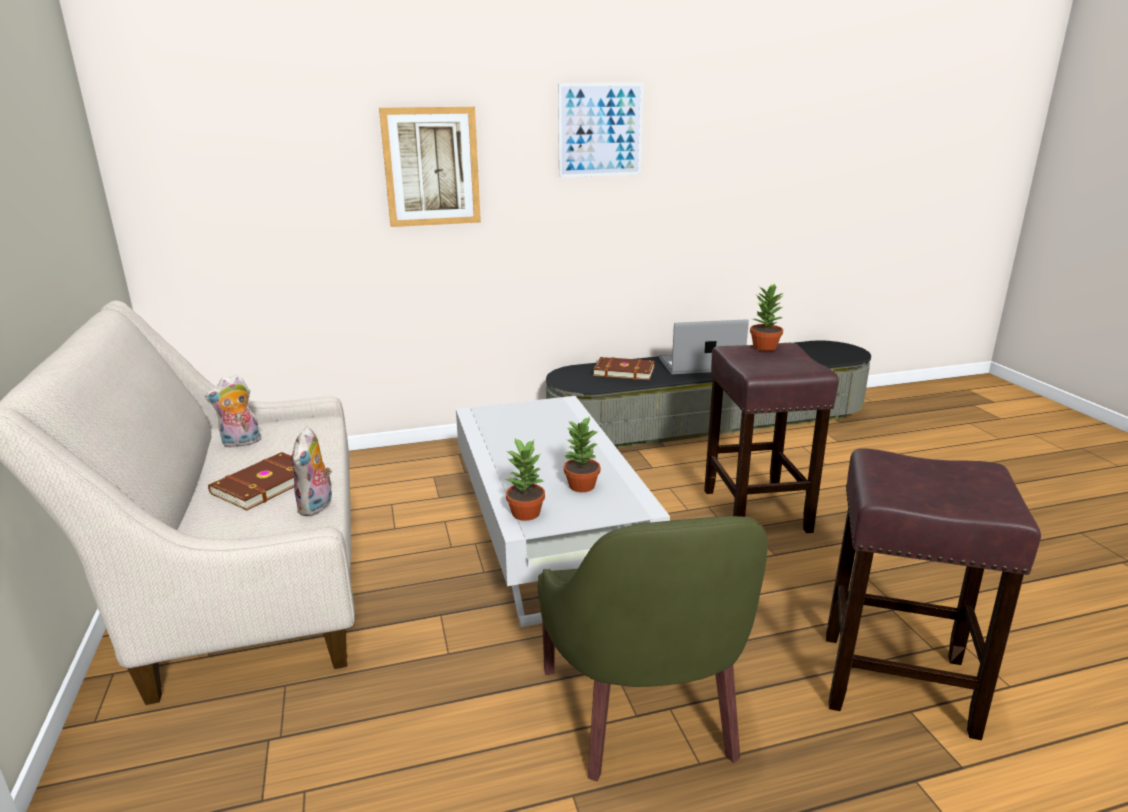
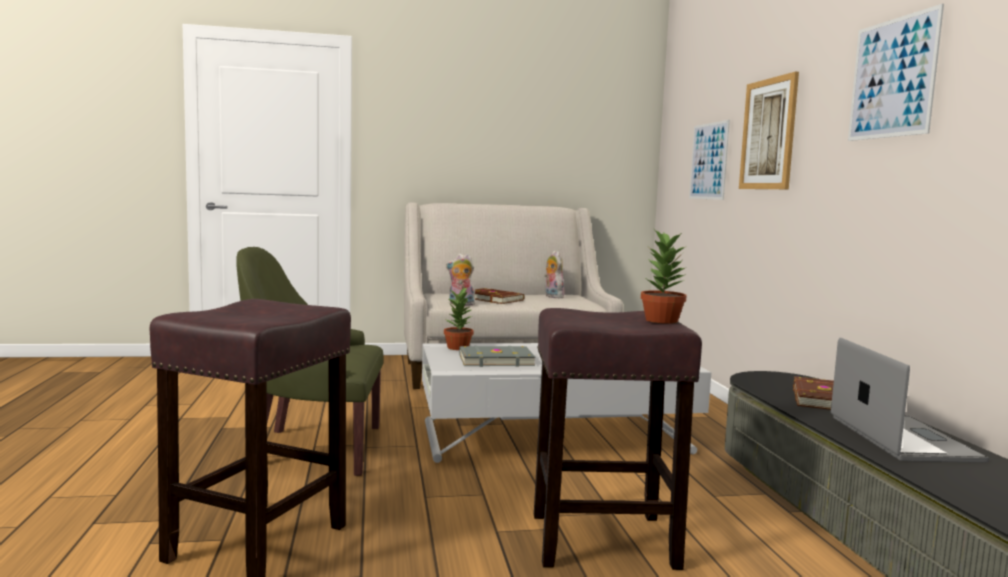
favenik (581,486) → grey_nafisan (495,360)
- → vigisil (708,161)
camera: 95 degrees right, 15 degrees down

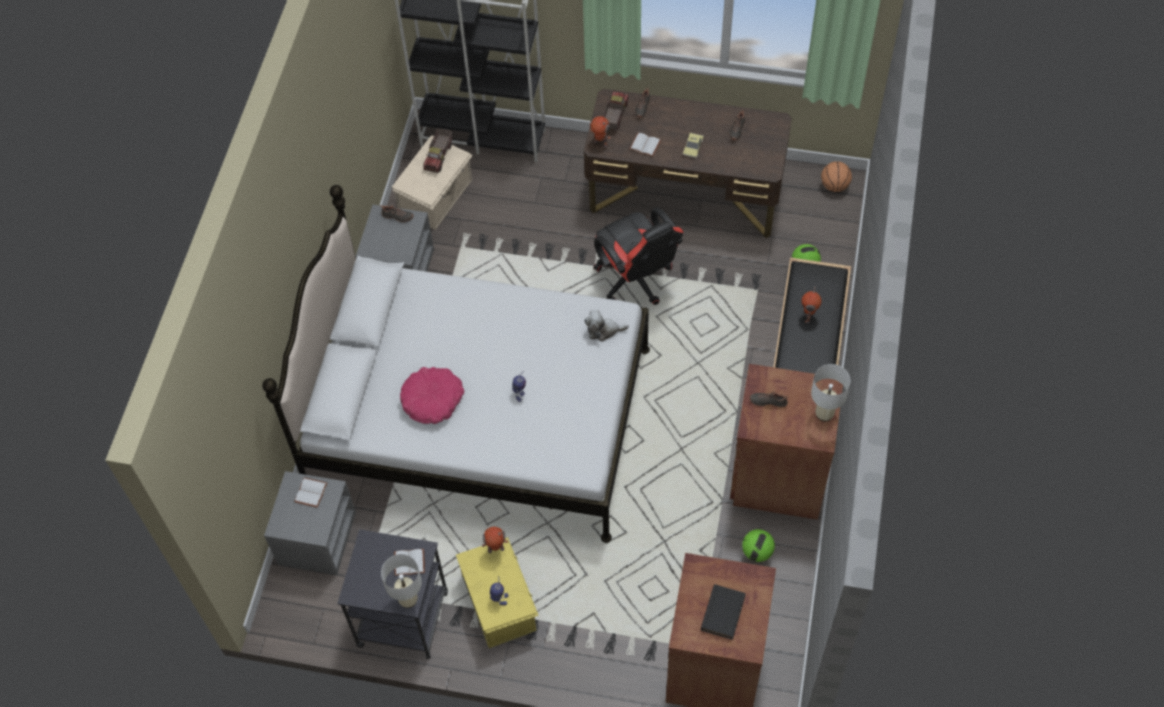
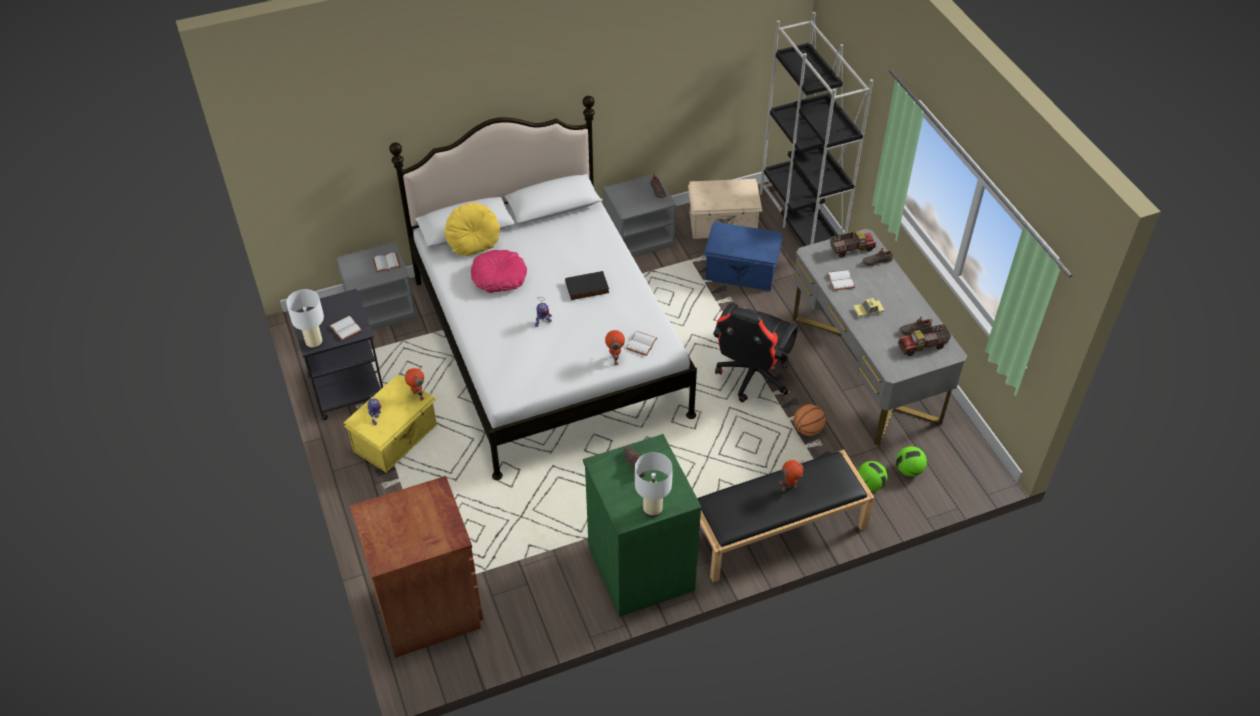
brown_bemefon (685,196) → grey_bemefon (864,369)
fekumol (600,143) → fekumol (615,359), move
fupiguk (439,156) → fupiguk (923,346), move
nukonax (834,186) → nukonax (808,429), move
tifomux (603,330) → white_nafisan (642,344)
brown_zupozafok (779,478) → green_zupozafok (639,568)
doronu (757,552) → doronu (908,470), move
black_nafisan (724,614) → black_nafisan (587,288), move
- → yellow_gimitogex (474,247)
- → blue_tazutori (741,272)
camera: 55 degrees right, 10 degrees down

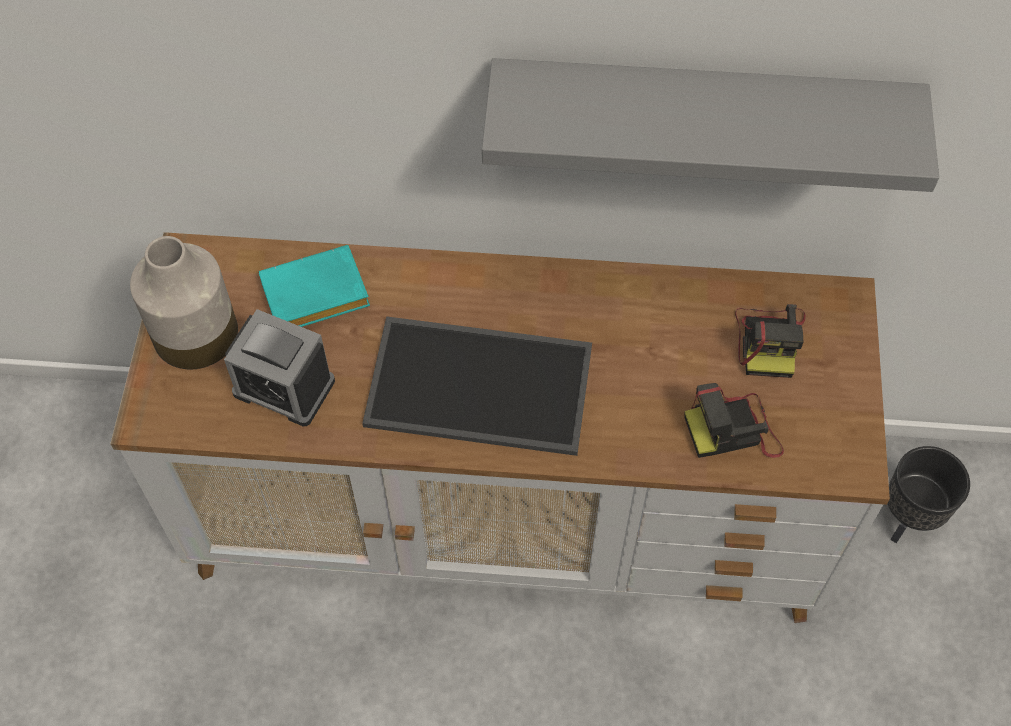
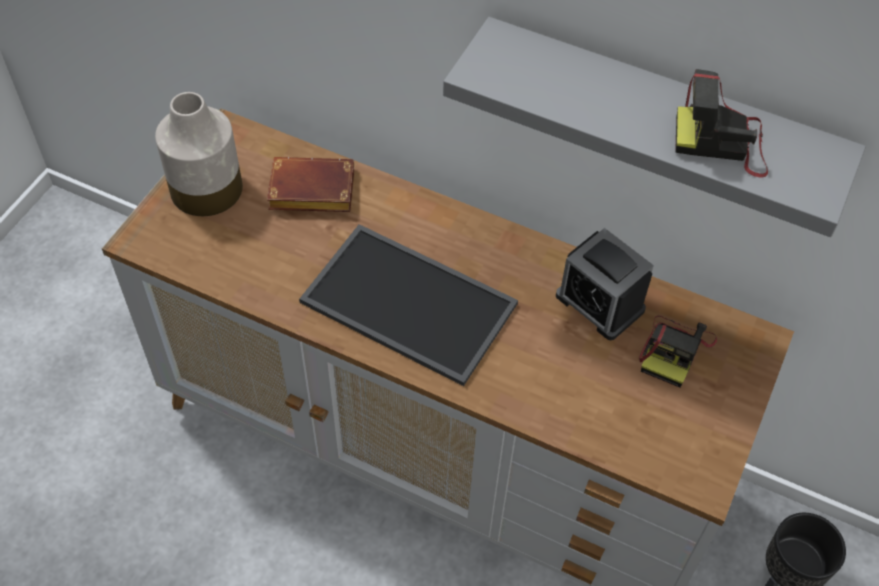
turquoise_nafisan (313,298) → brown_nafisan (309,192)
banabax (284,387) → banabax (600,303), move
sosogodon (733,430) → sosogodon (722,142), move
camera: 20 degrees right, 5 degrees down

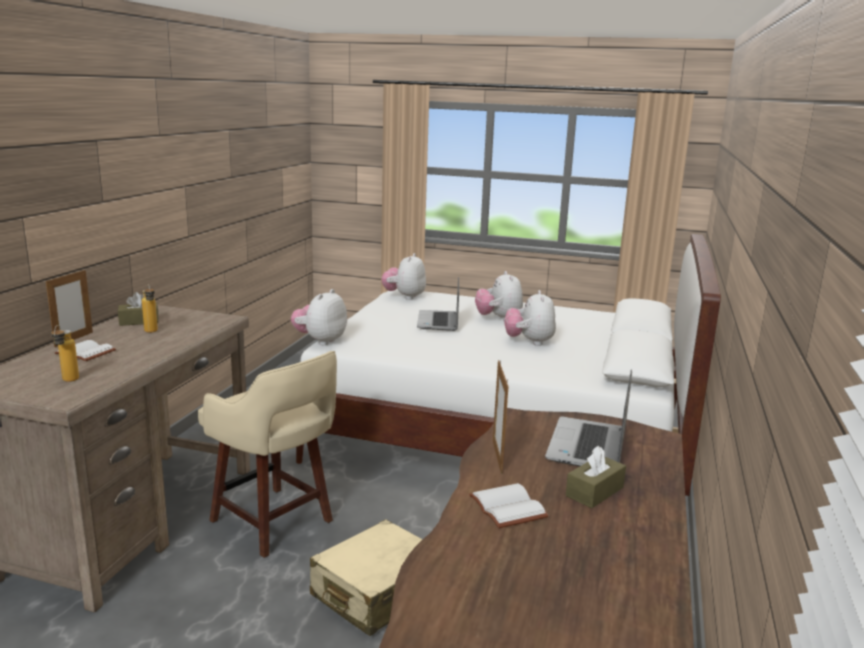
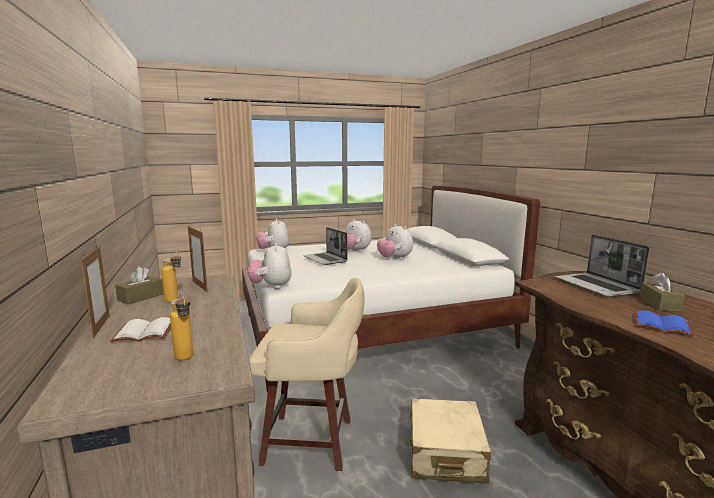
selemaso (497,457) → selemaso (200,286), move
white_nafisan (505,507) → blue_nafisan (660,325)
camera: 35 degrees left, 5 degrees down

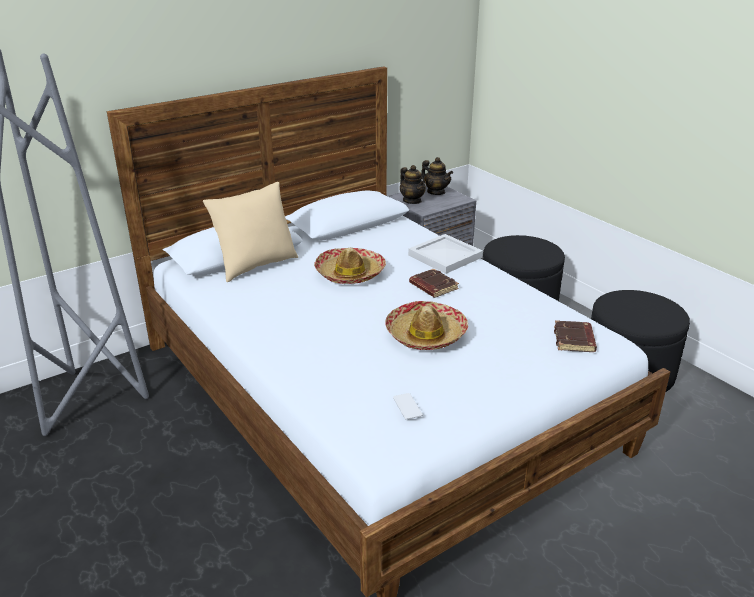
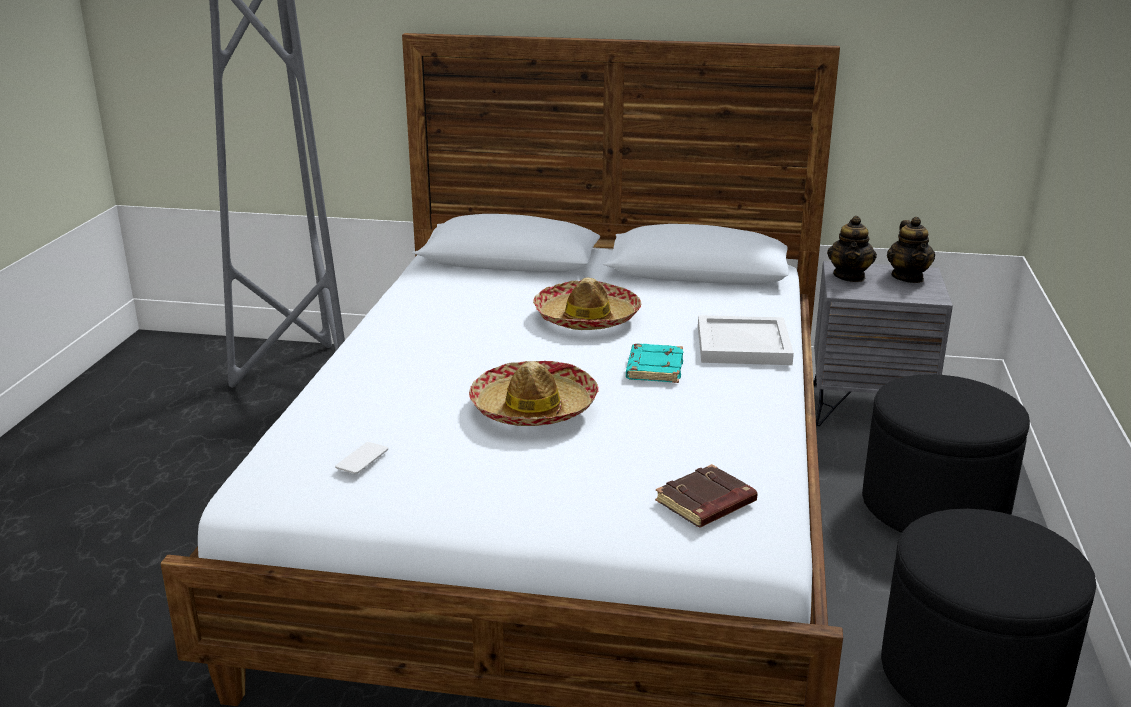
beige_gimitogex (255,265) → -
brown_nafisan (432,286) → turquoise_nafisan (653,368)
camera: 45 degrees right, 5 degrees down

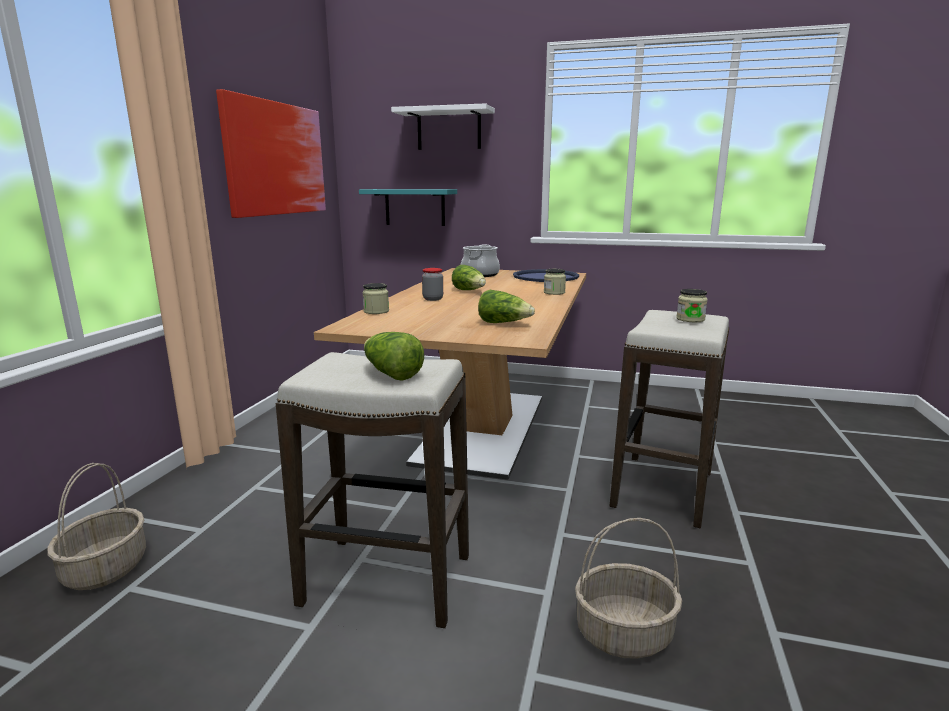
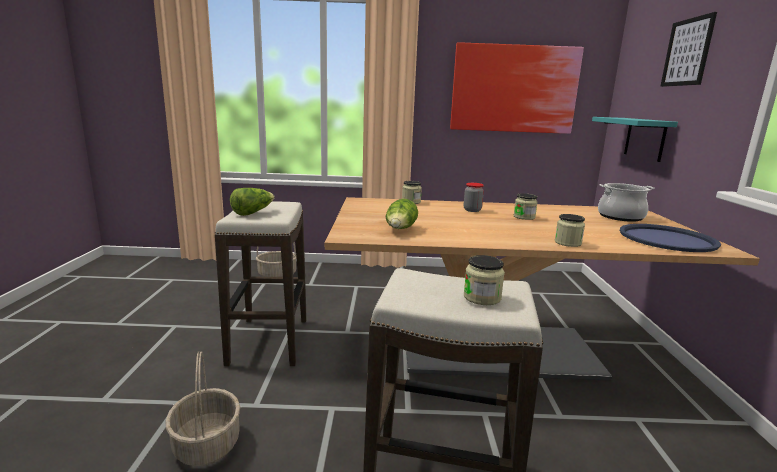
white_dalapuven (449,129) → vigisil (687,52)
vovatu (469,291) → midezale (524,217)
camera: 75 degrees right, 0 degrees up

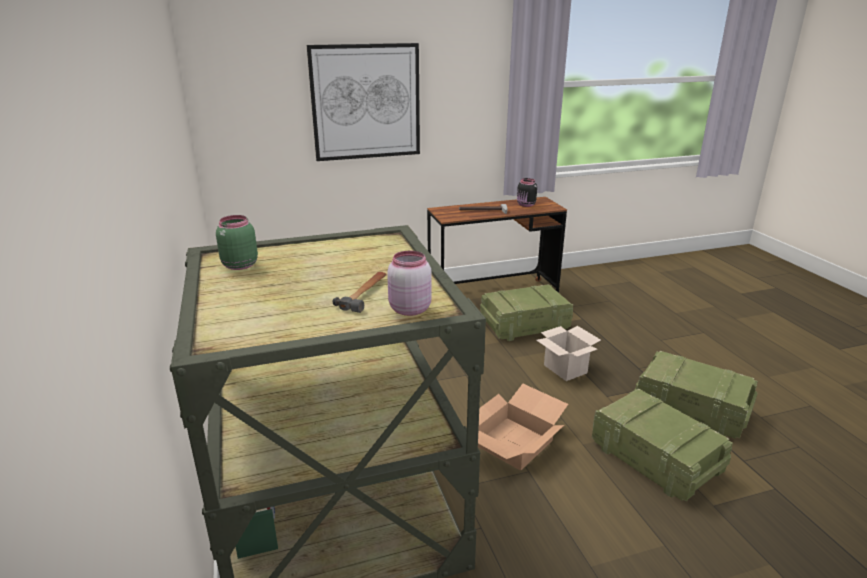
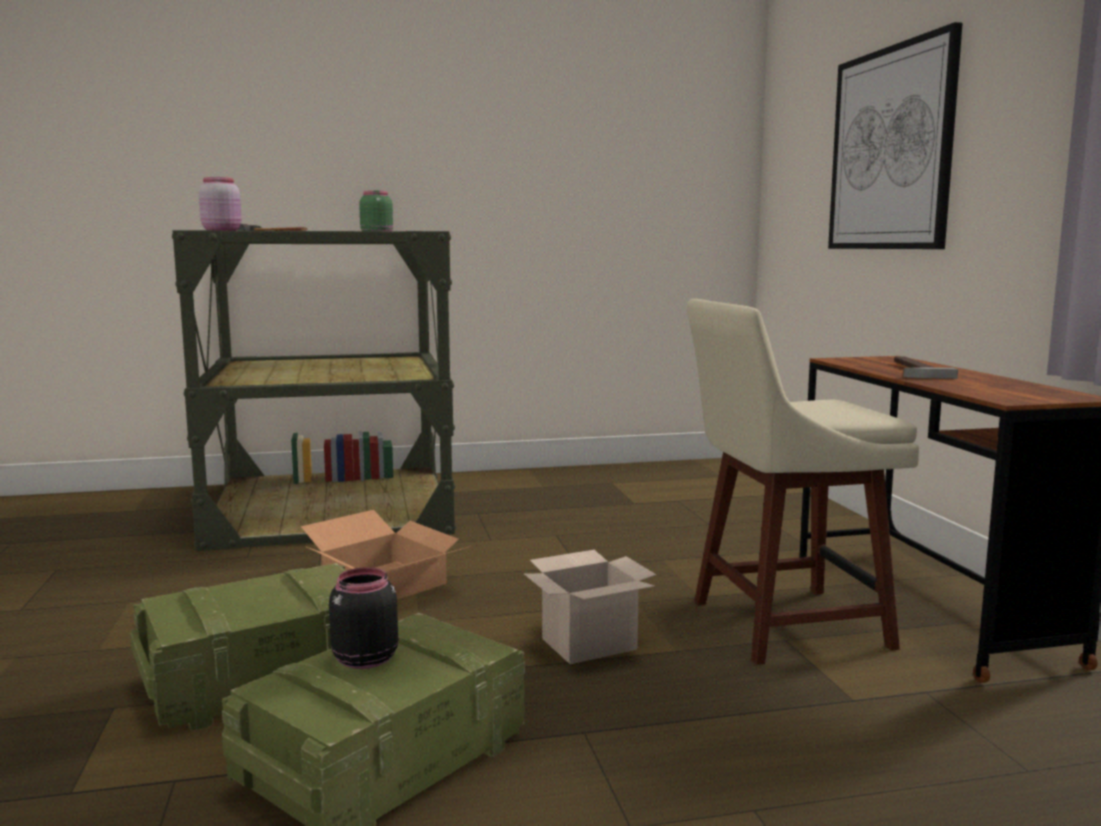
black_midezale (526,205) → black_midezale (363,659), move
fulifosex (523,326) → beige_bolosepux (780,624)
camera: 95 degrees right, 15 degrees down

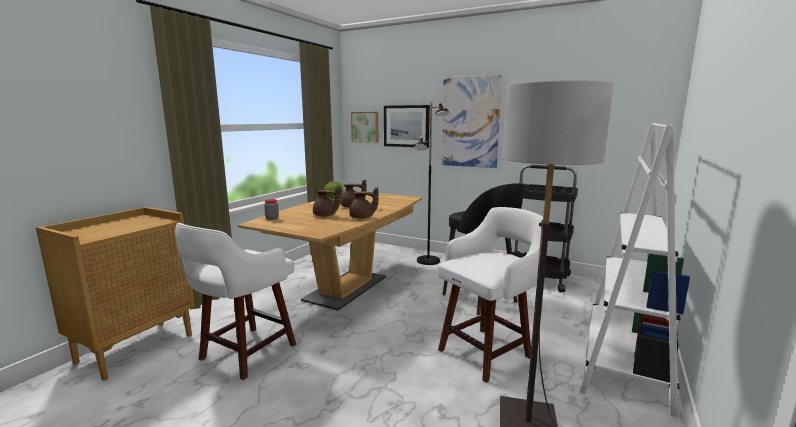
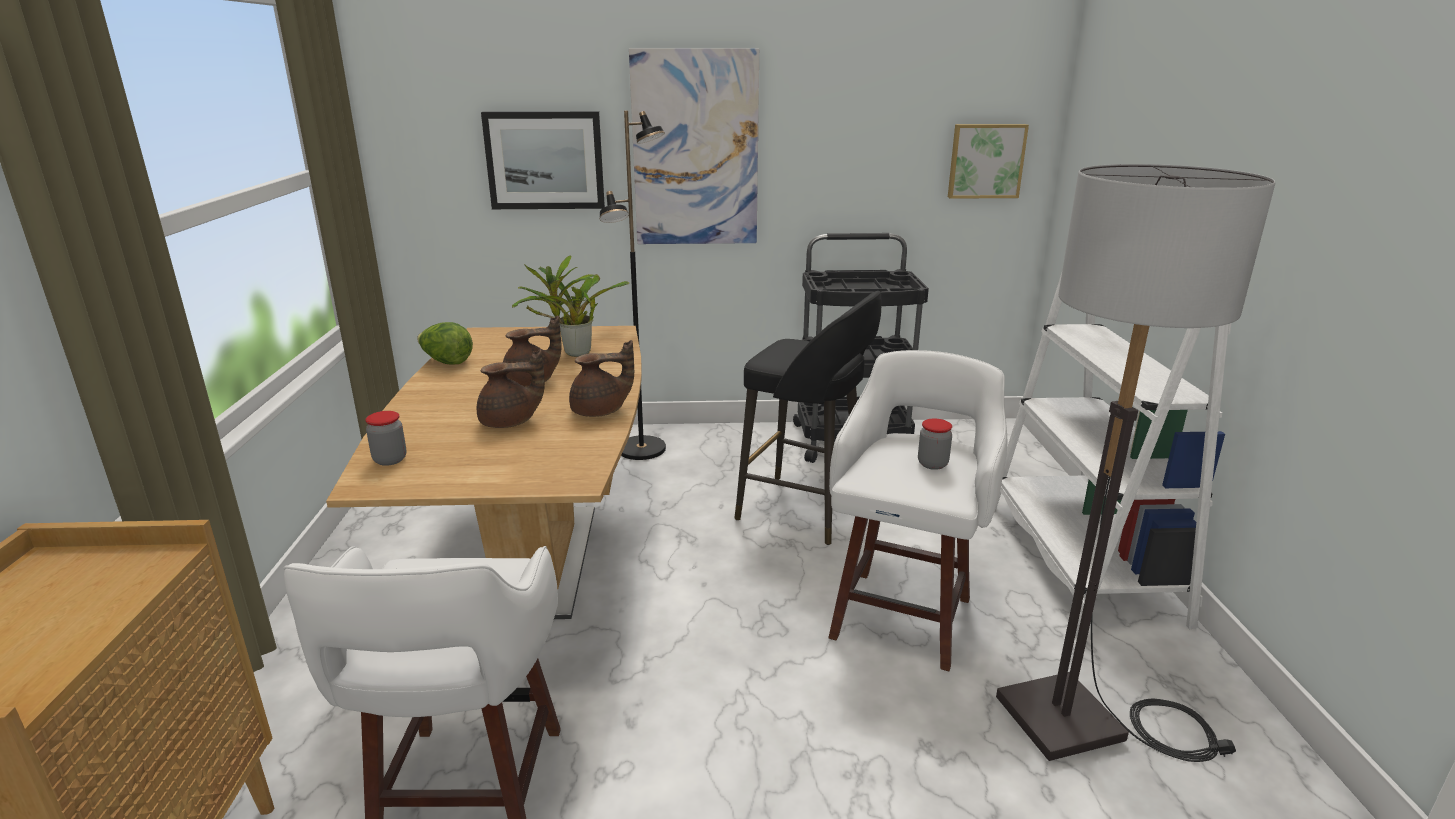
vigisil (365,127) → vigisil (985,161), move
- → favenik (573,353)
- → midezale (932,464)
camera: 30 degrees left, 10 degrees up

